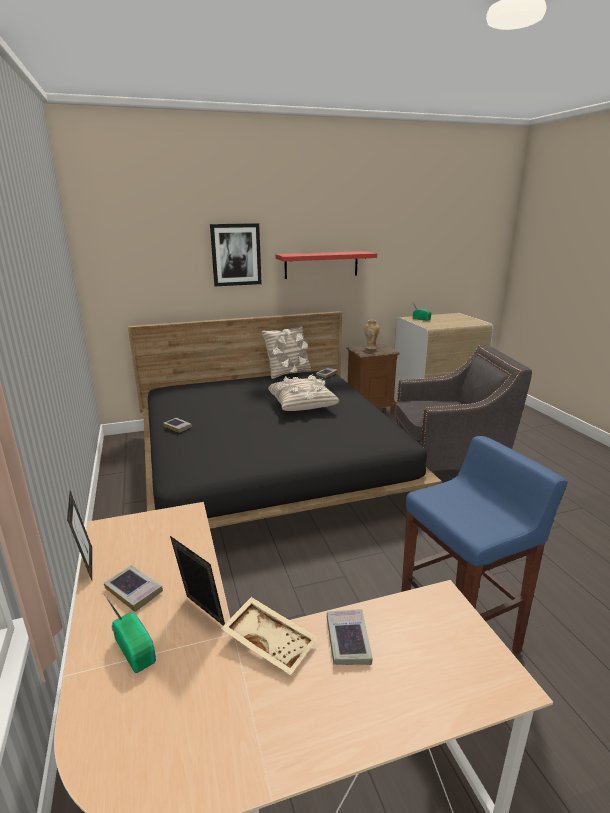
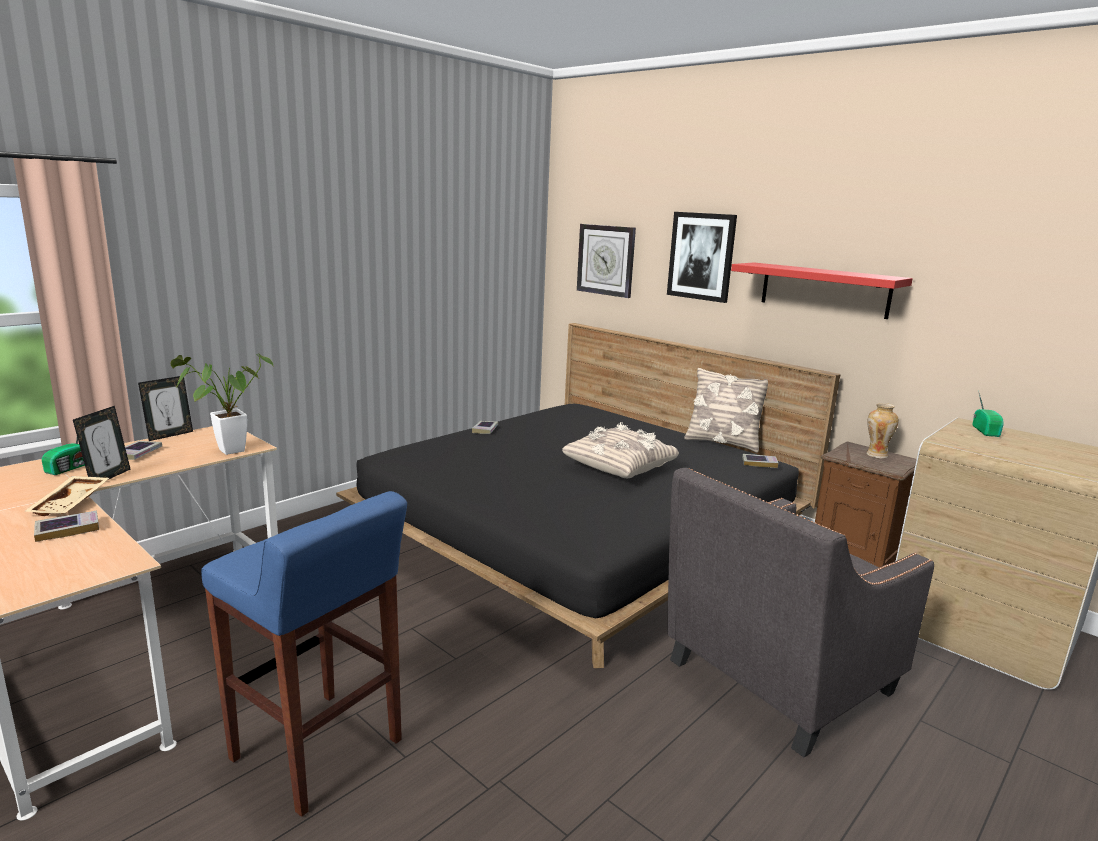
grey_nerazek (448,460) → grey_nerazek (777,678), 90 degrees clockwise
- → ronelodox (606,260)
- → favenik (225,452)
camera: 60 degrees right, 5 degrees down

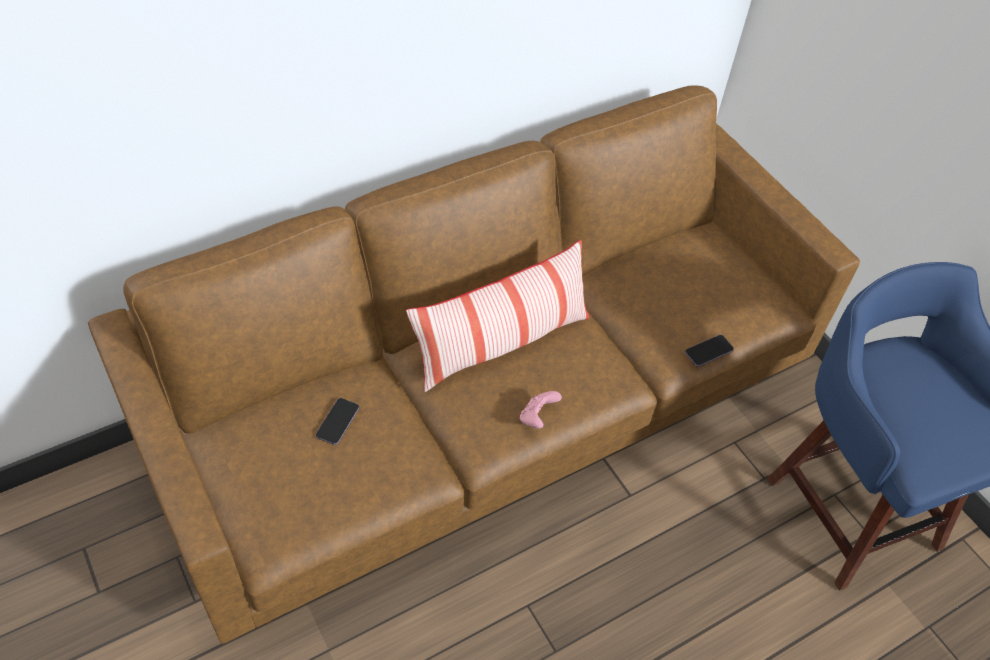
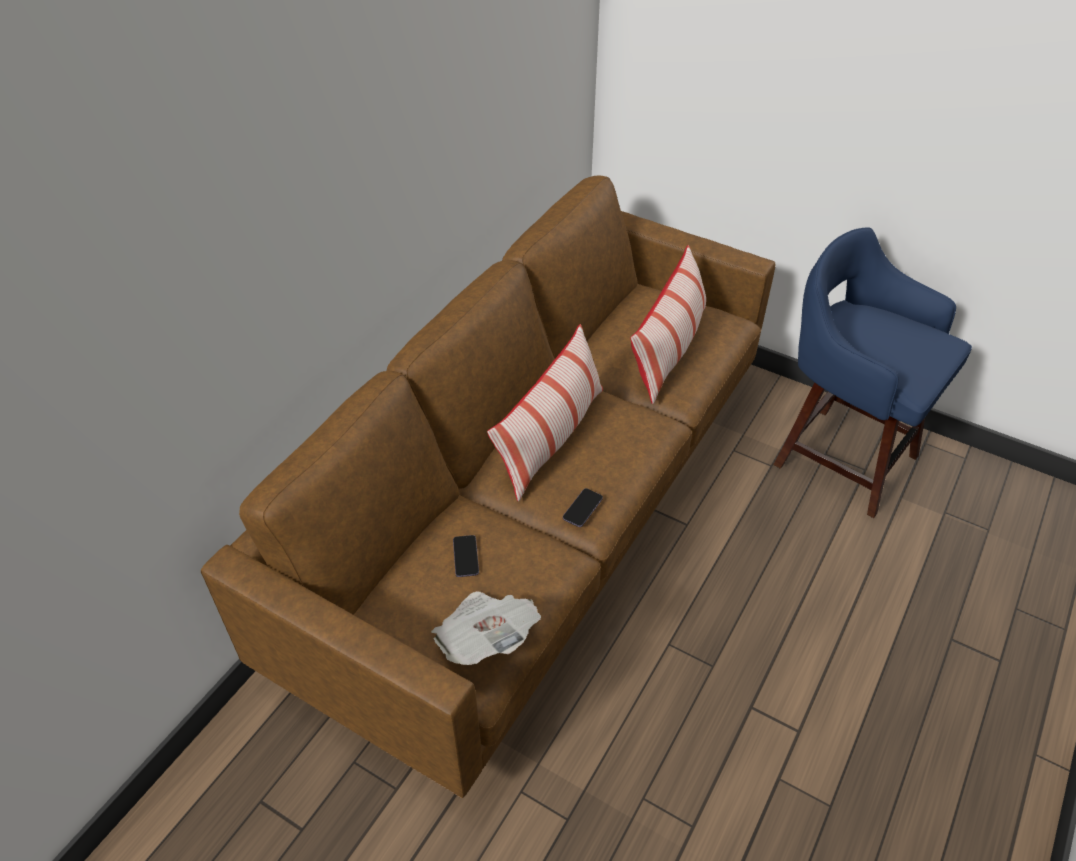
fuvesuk (708,351) → fuvesuk (582,508), move
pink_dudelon (537,417) → -
- → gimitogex (668,350)
- → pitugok (486,639)
camera: 25 degrees left, 5 degrees down

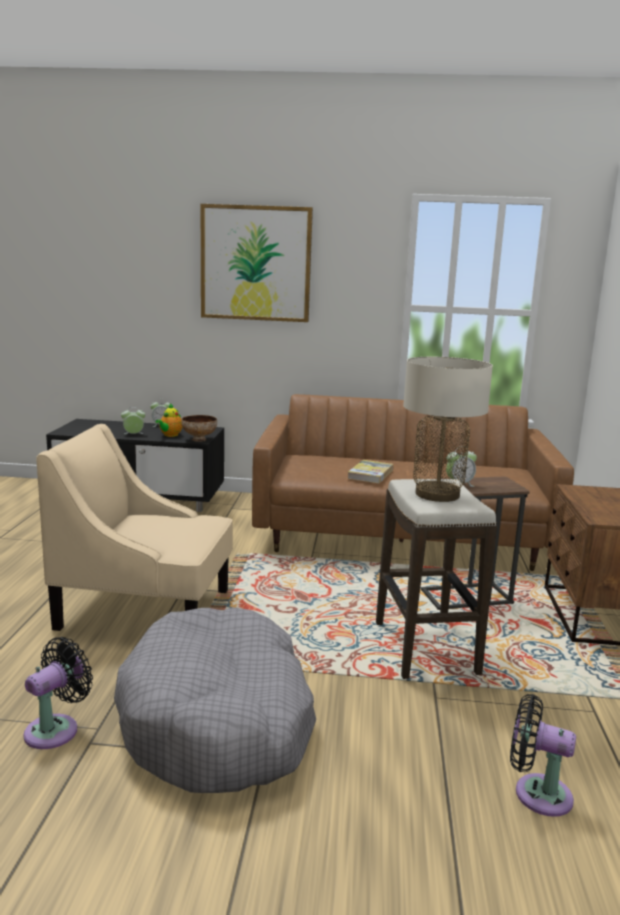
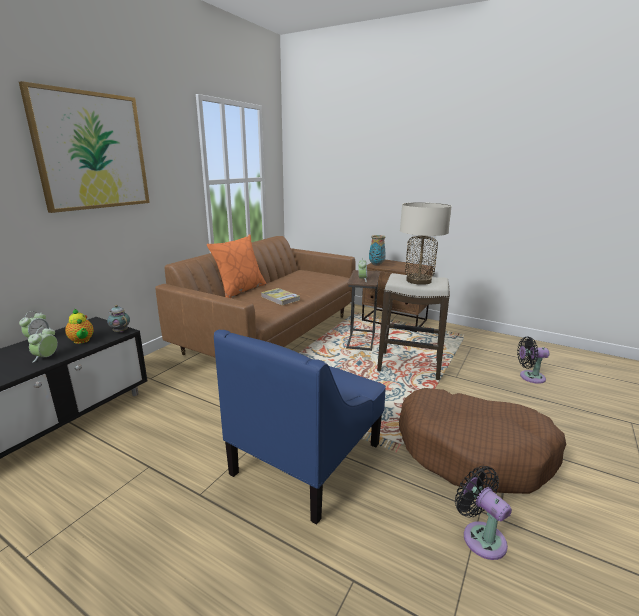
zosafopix (199,440) → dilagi (120,331)
beige_nerazek (145,608) → blue_nerazek (307,458)
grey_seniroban (218,721) → brown_seniroban (473,451)
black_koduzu (536,793) → black_koduzu (529,377), 45 degrees clockwise
- → orange_gimitogex (240,290)
- → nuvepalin (376,264)
camera: 65 degrees left, 5 degrees up

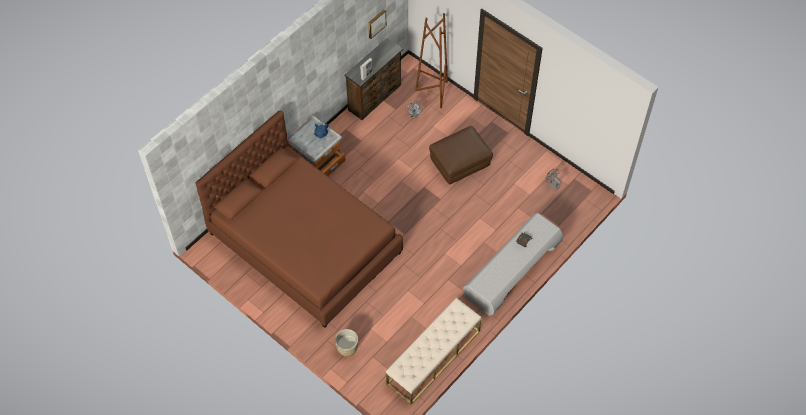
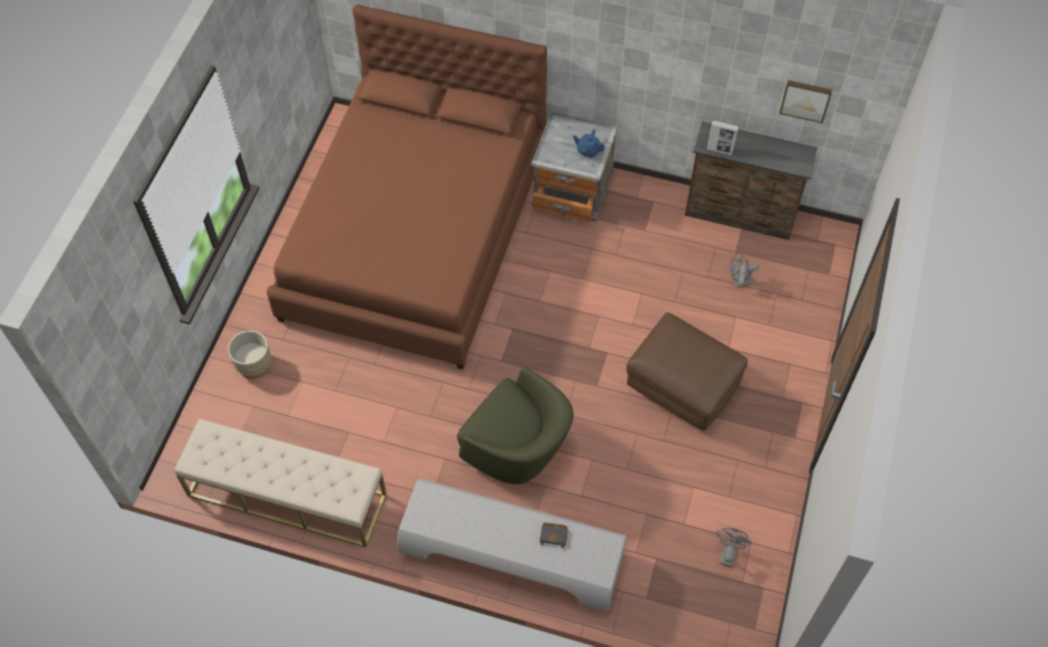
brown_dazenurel (434,93) → -
- → green_nerazek (517,450)
camera: 65 degrees right, 0 degrees up

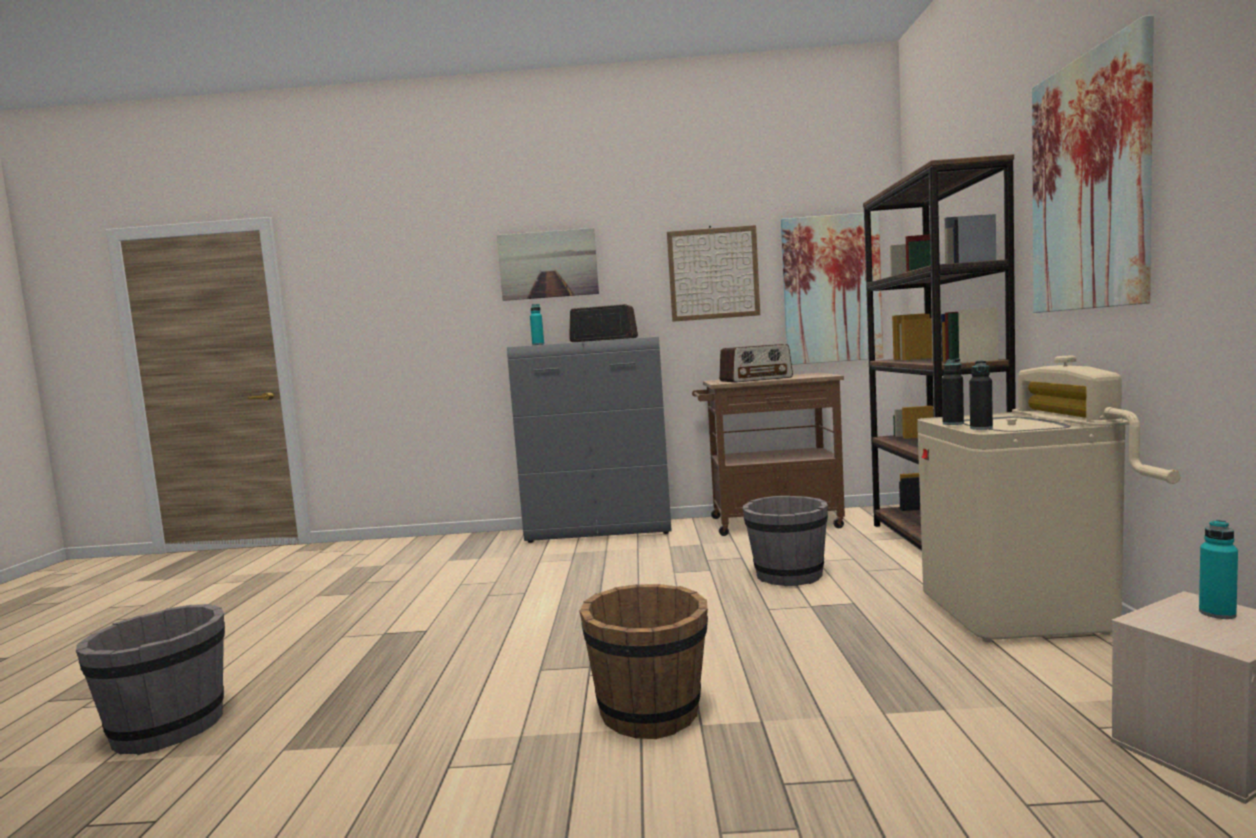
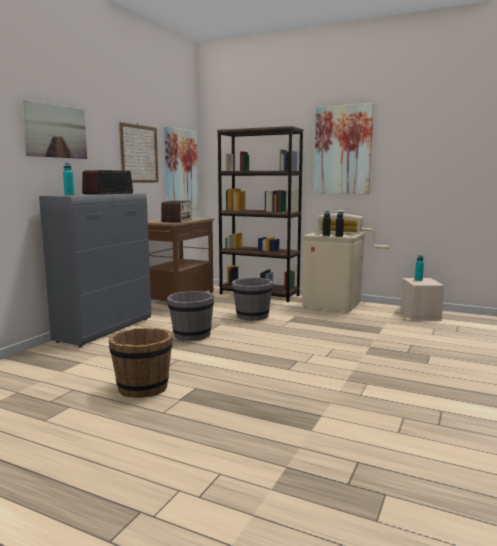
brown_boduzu (651,711) → brown_boduzu (143,388), move
grey_boduzu (168,728) → grey_boduzu (191,335), move
camera: 65 degrees left, 5 degrees up

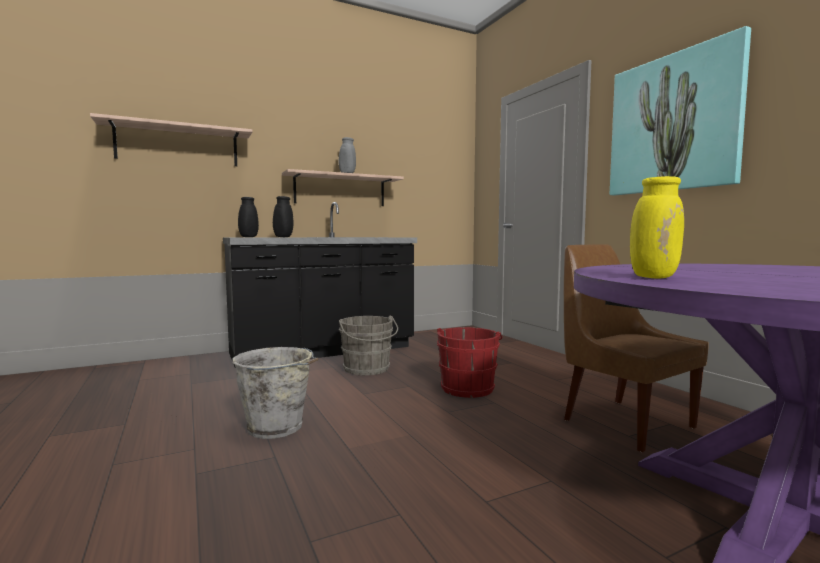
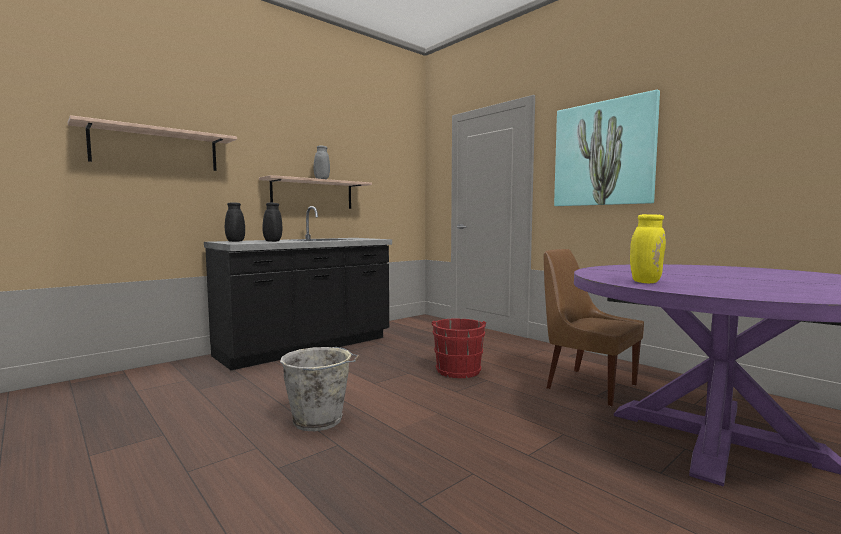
grey_boduzu (367,369) → -
camera: 15 degrees left, 0 degrees up

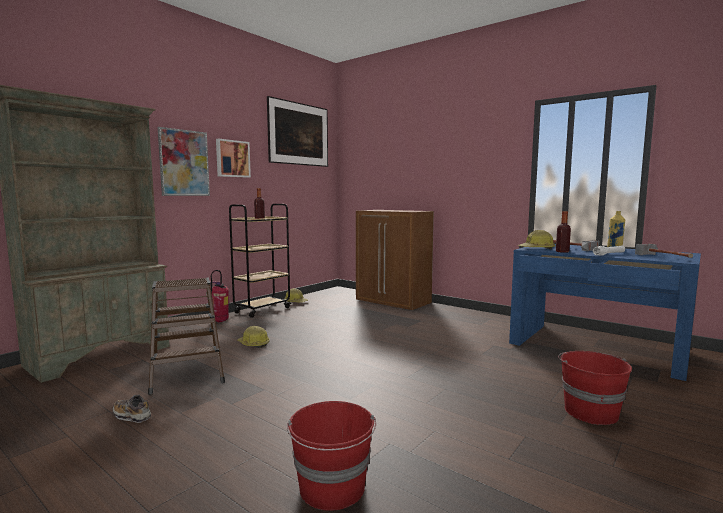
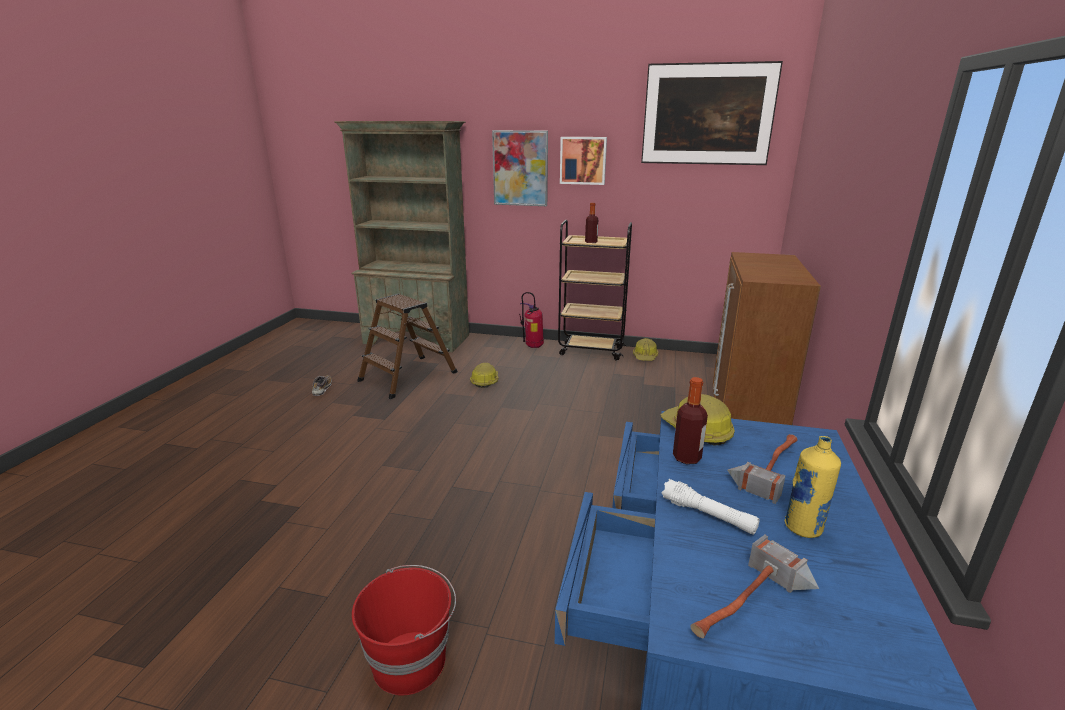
red_boduzu (332,488) → -
camera: 65 degrees right, 15 degrees up

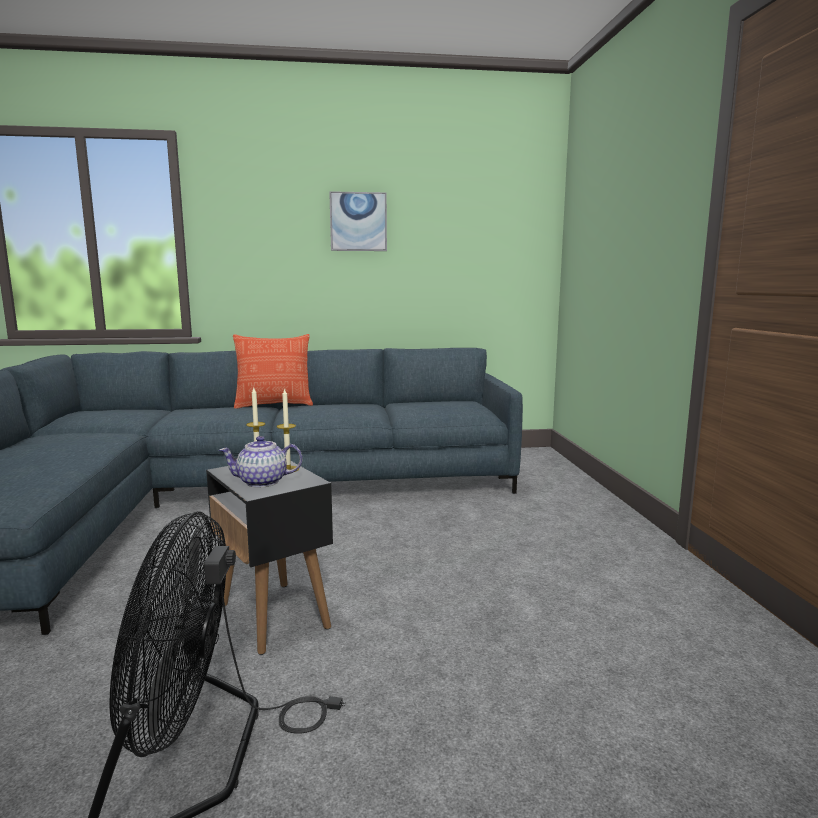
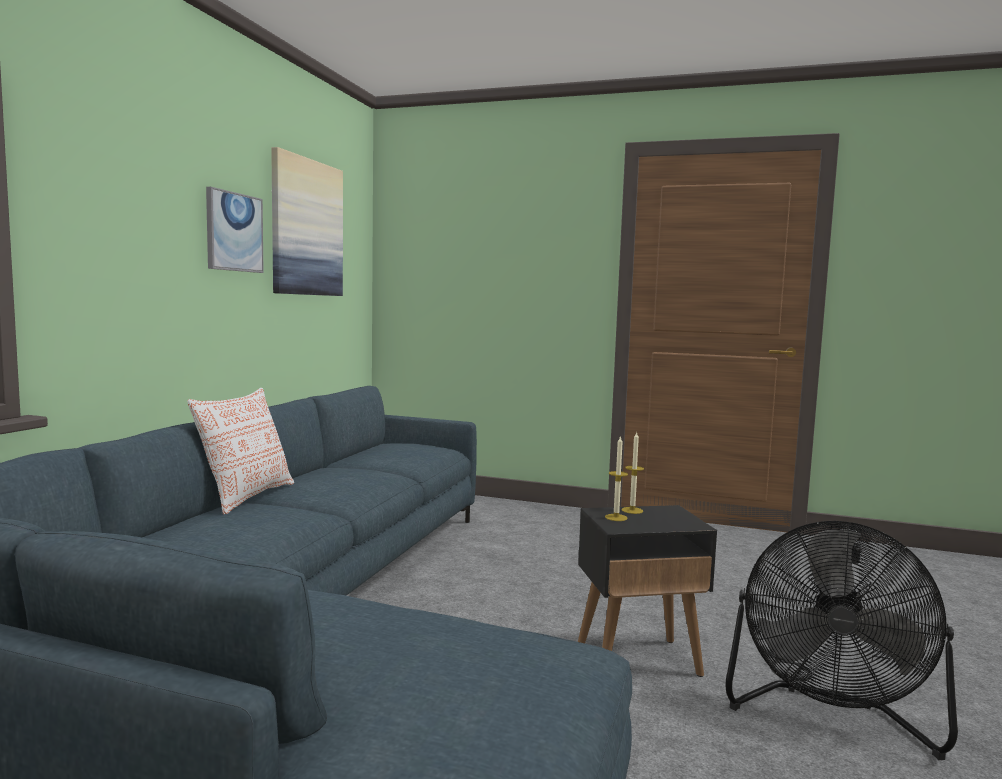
orange_gimitogex (274,405) → white_gimitogex (247,497)
dilagi (263,482) → -
- → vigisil (306,228)
camera: 65 degrees left, 5 degrees down

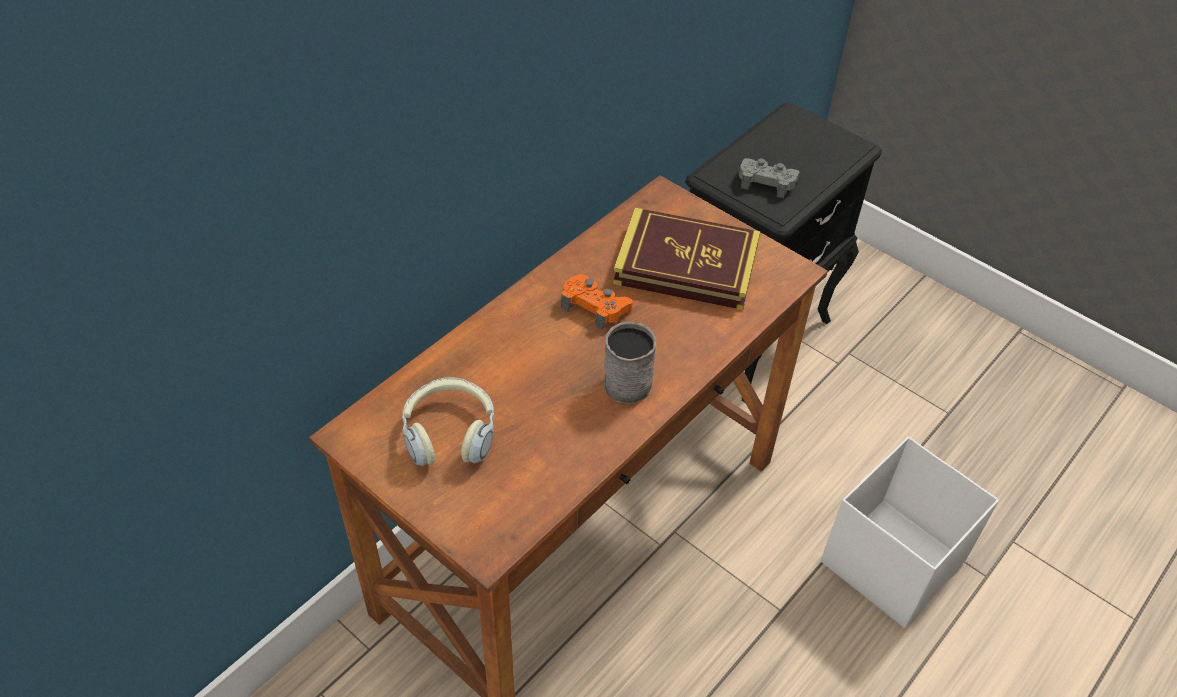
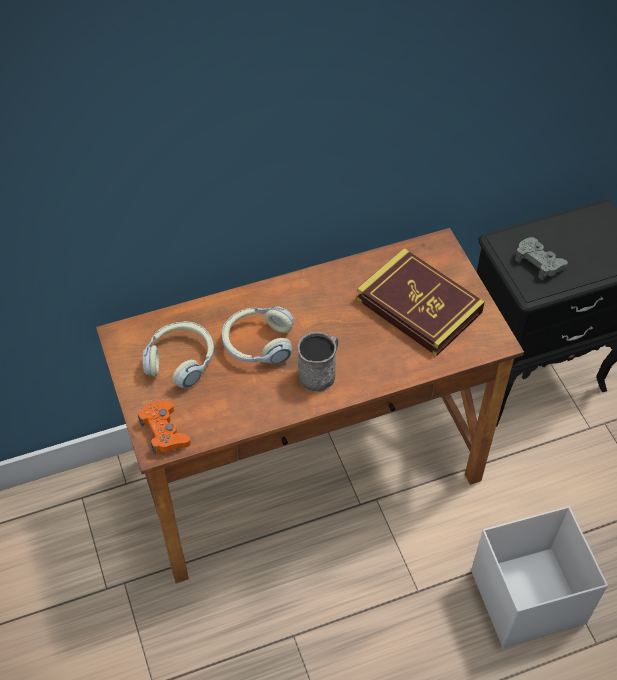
orange_dudelon (595,306) → orange_dudelon (164,431), move
- → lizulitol (258,343)
camera: 30 degrees right, 5 degrees up

